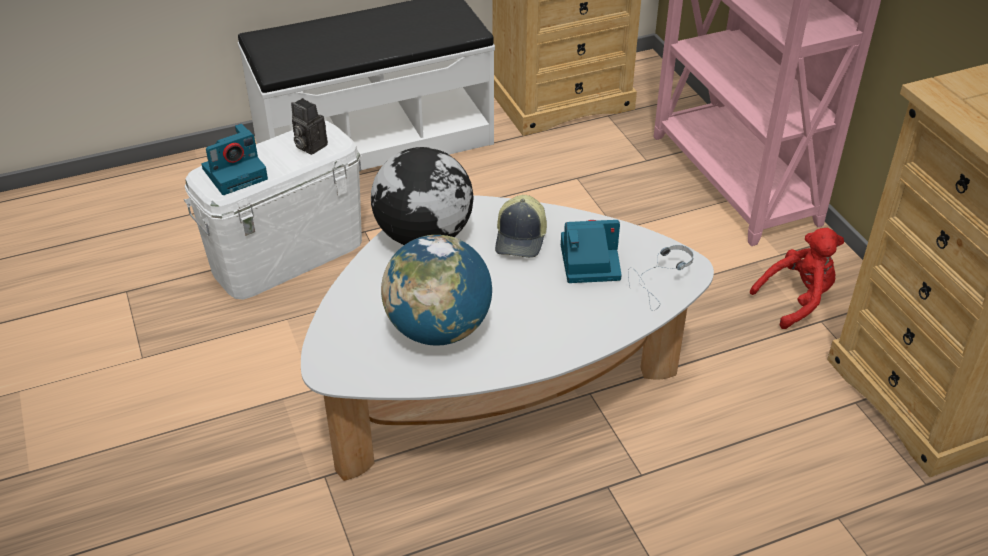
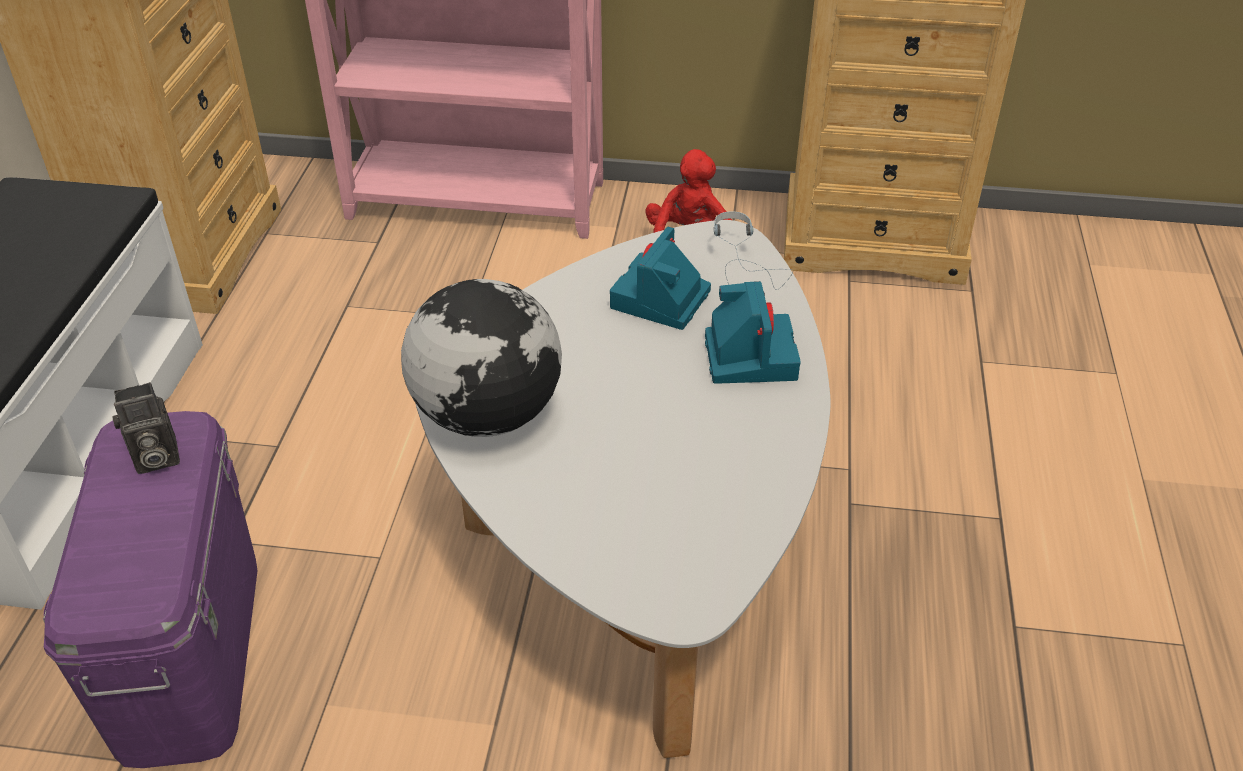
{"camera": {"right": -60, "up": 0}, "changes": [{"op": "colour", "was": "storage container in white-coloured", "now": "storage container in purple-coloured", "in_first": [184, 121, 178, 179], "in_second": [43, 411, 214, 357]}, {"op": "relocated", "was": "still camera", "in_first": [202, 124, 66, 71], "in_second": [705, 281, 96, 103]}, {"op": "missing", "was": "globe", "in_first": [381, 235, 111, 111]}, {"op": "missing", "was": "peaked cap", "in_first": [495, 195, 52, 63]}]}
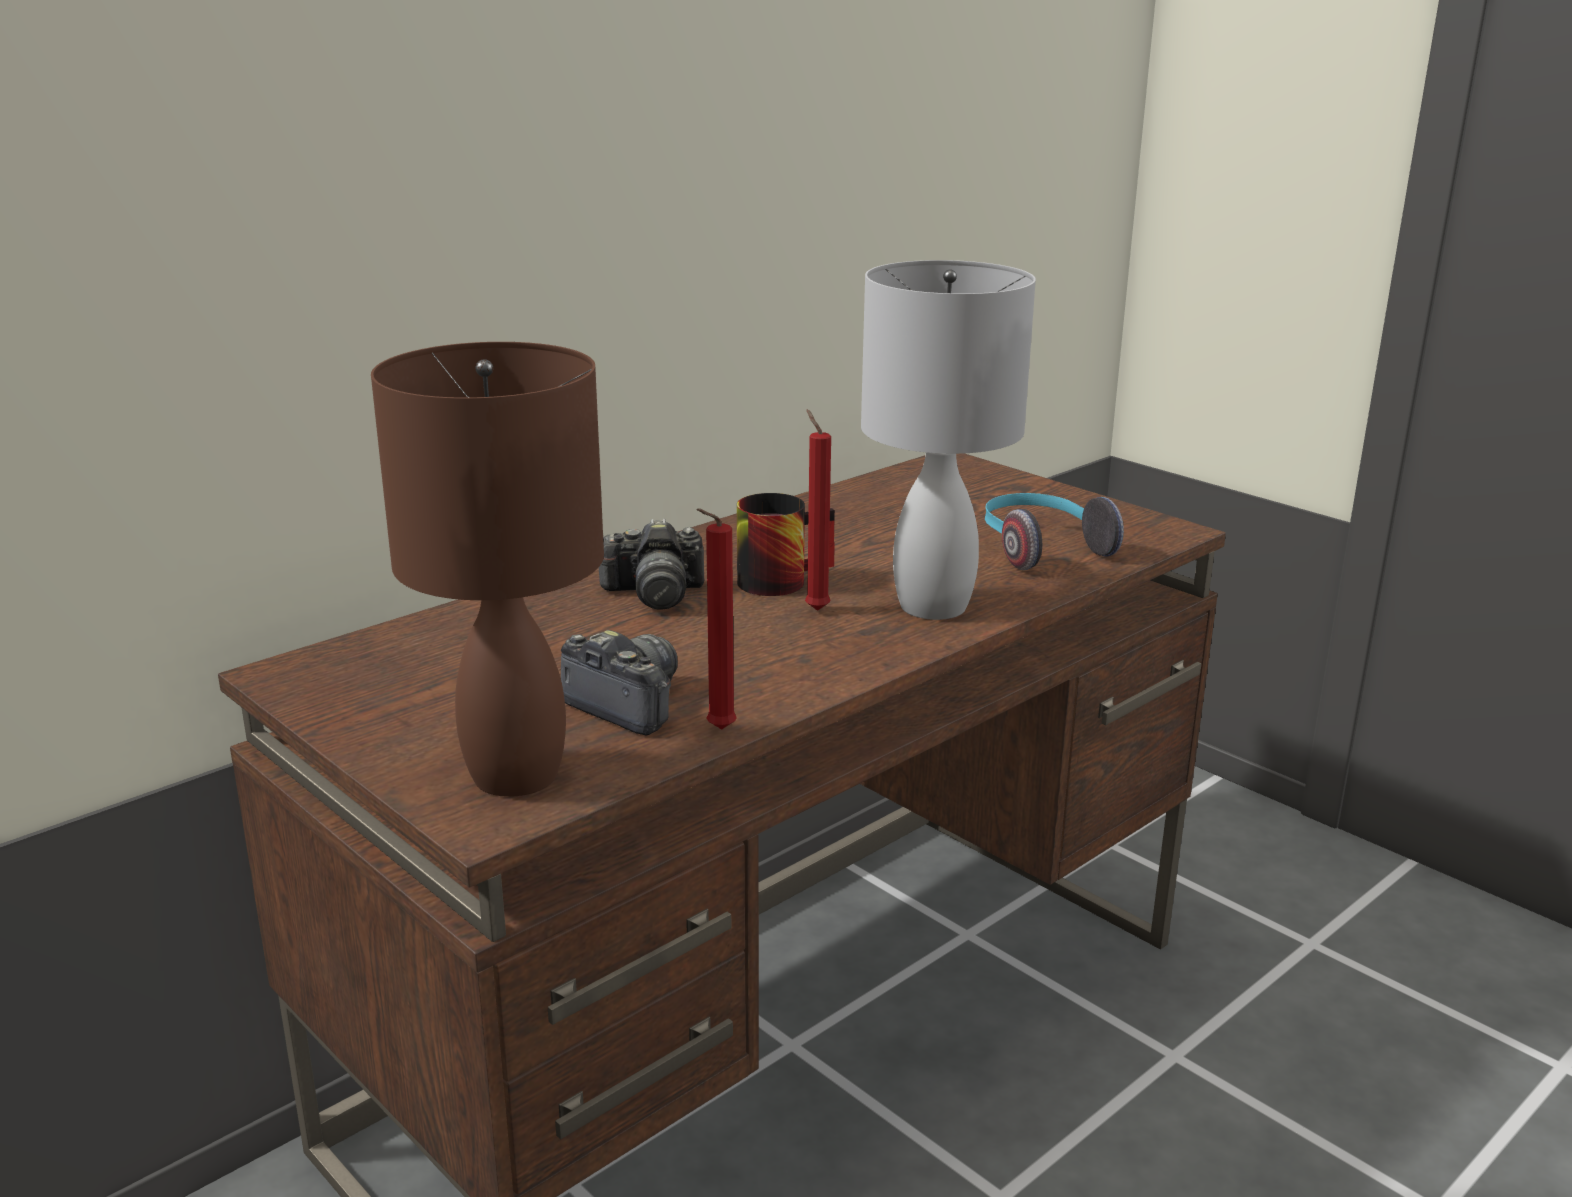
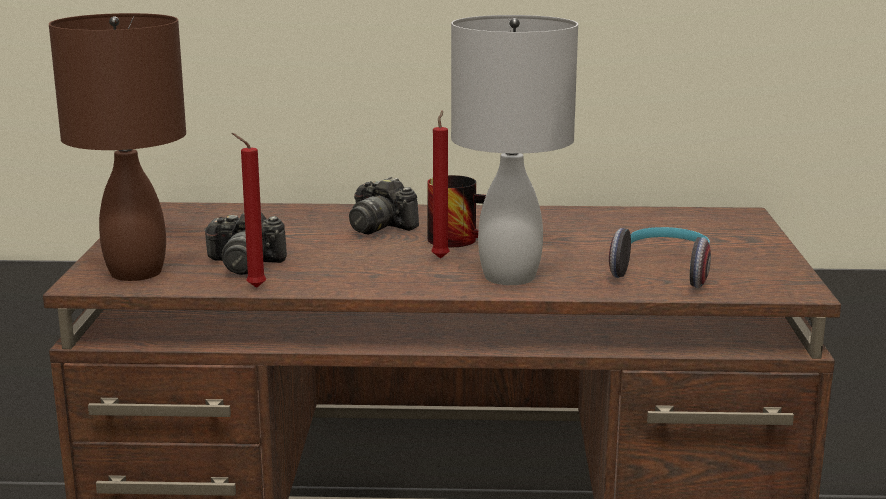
{"camera": {"right": 45, "up": -5}, "changes": [{"op": "spun", "was": "still camera", "in_first": [561, 630, 117, 106], "in_second": [204, 212, 83, 63], "clockwise": 105}]}
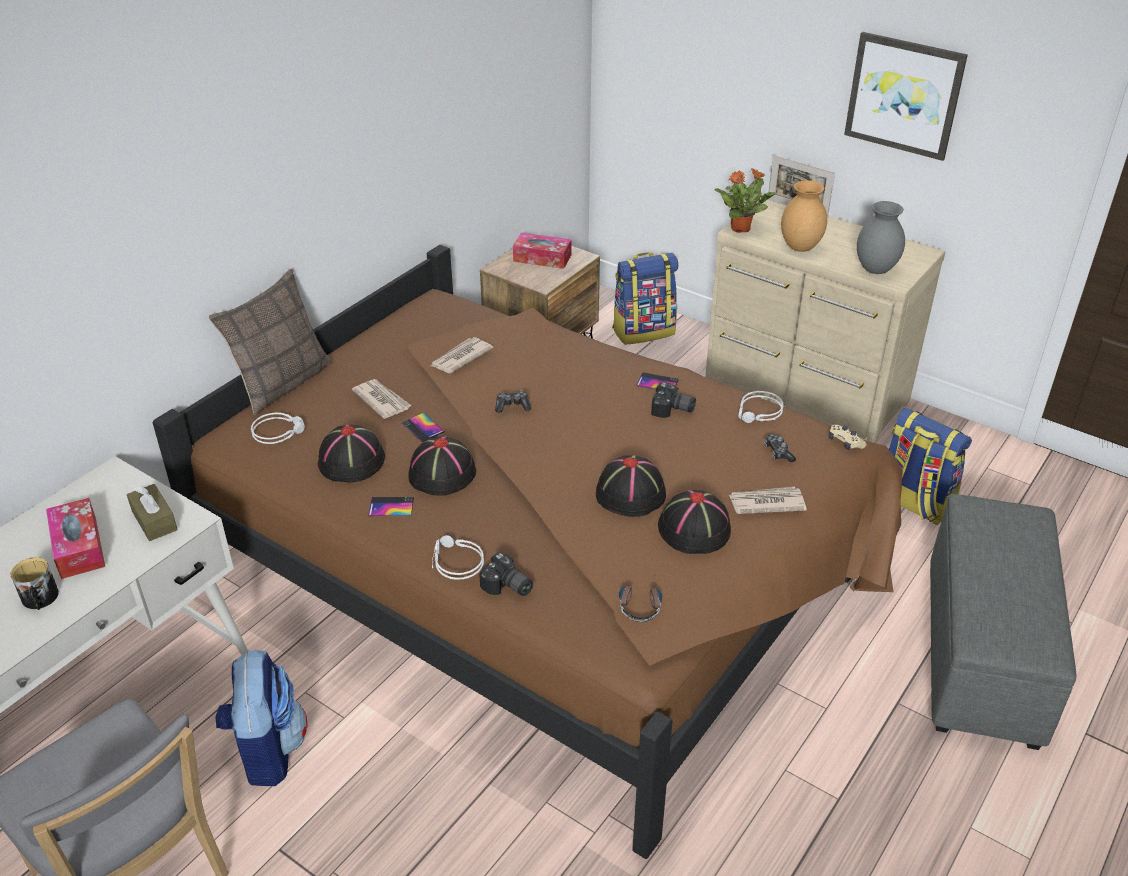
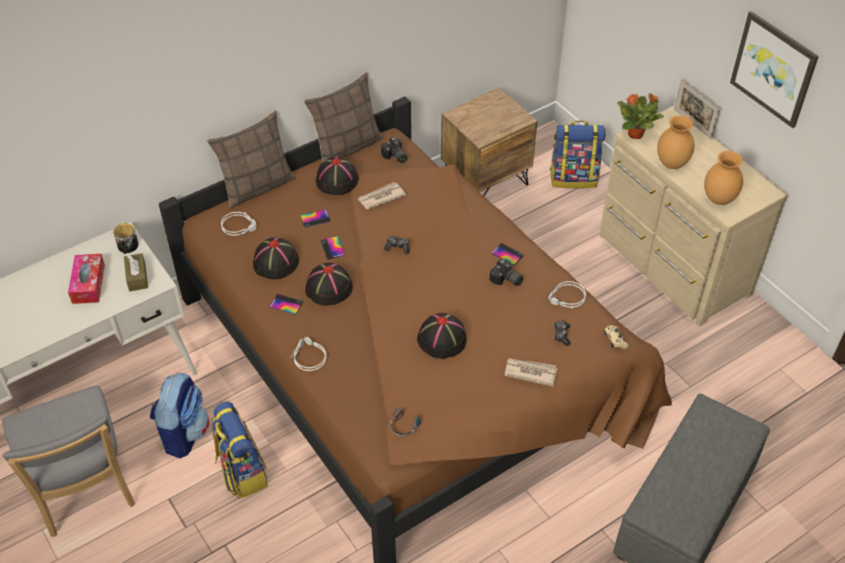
{"camera": {"right": 20, "up": 10}, "changes": [{"op": "relocated", "was": "coffee mug", "in_first": [11, 557, 48, 53], "in_second": [113, 223, 26, 31]}, {"op": "relocated", "was": "knapsack", "in_first": [889, 408, 83, 117], "in_second": [211, 402, 57, 97]}, {"op": "exchanged", "was": "printed paper", "now": "telephone", "in_first": [352, 379, 59, 40], "in_second": [300, 209, 31, 19]}, {"op": "appeared", "now": "pillow", "in_second": [304, 73, 80, 89]}, {"op": "relocated", "was": "clothing hat in blackish", "in_first": [658, 490, 73, 64], "in_second": [316, 157, 43, 38]}, {"op": "relocated", "was": "still camera", "in_first": [479, 552, 54, 44], "in_second": [381, 137, 26, 26]}, {"op": "colour", "was": "vase in greyish", "now": "vase in brown-coloured", "in_first": [857, 201, 48, 73], "in_second": [704, 151, 39, 54]}, {"op": "missing", "was": "box of tissues", "in_first": [513, 233, 58, 36]}]}
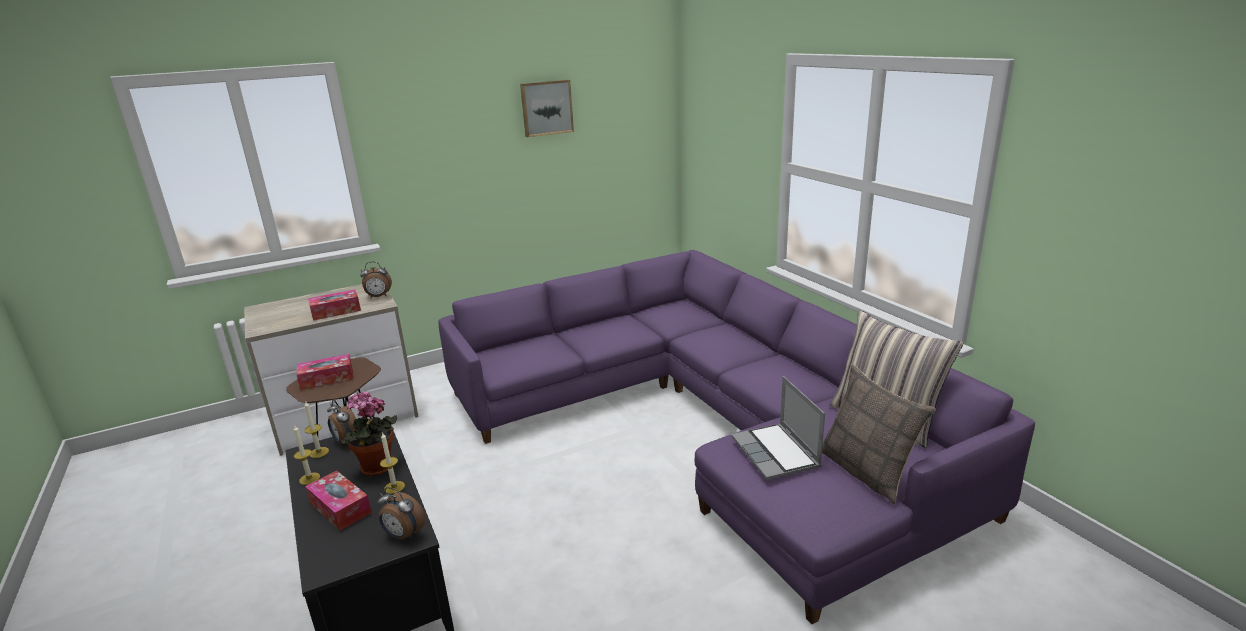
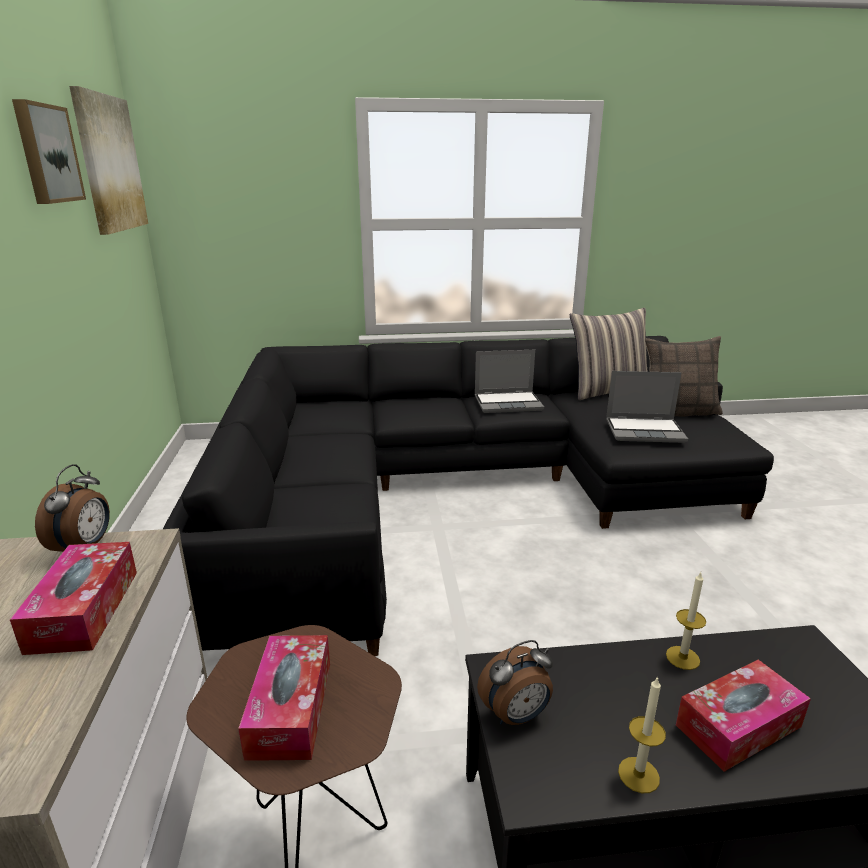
{"camera": {"right": -70, "up": 0}, "changes": [{"op": "appeared", "now": "picture", "in_second": [69, 86, 79, 149]}, {"op": "colour", "was": "sofa in purple-coloured", "now": "sofa in blackish", "in_first": [438, 250, 597, 374], "in_second": [163, 336, 611, 320]}, {"op": "appeared", "now": "notebook computer", "in_second": [475, 350, 69, 63]}, {"op": "missing", "was": "wax candle", "in_first": [304, 402, 25, 56]}, {"op": "missing", "was": "potted plant", "in_first": [339, 392, 59, 84]}, {"op": "missing", "was": "alarm clock", "in_first": [377, 487, 49, 53]}]}
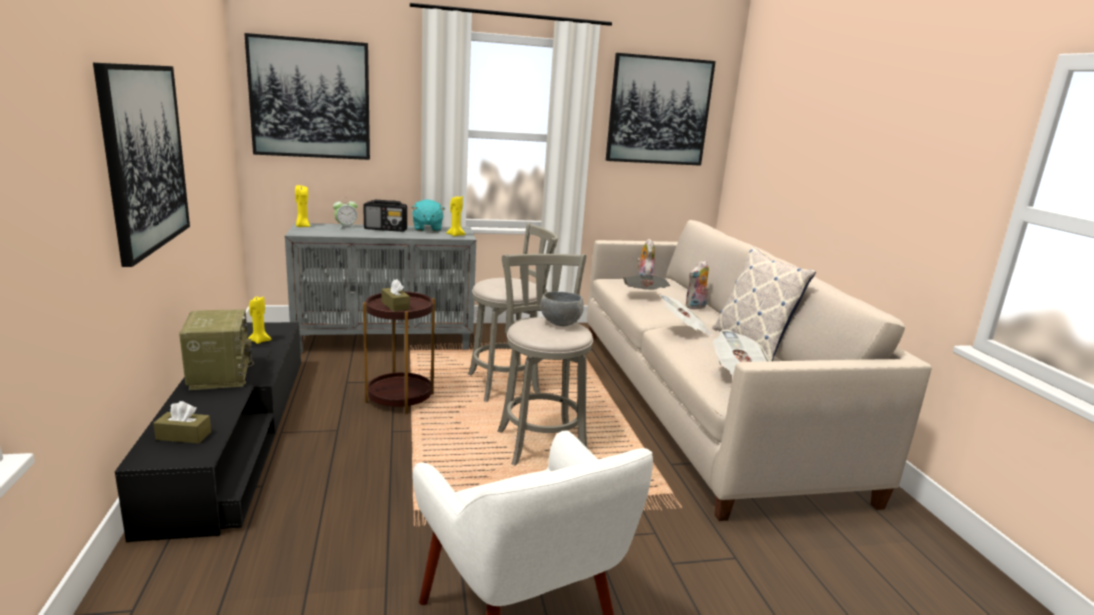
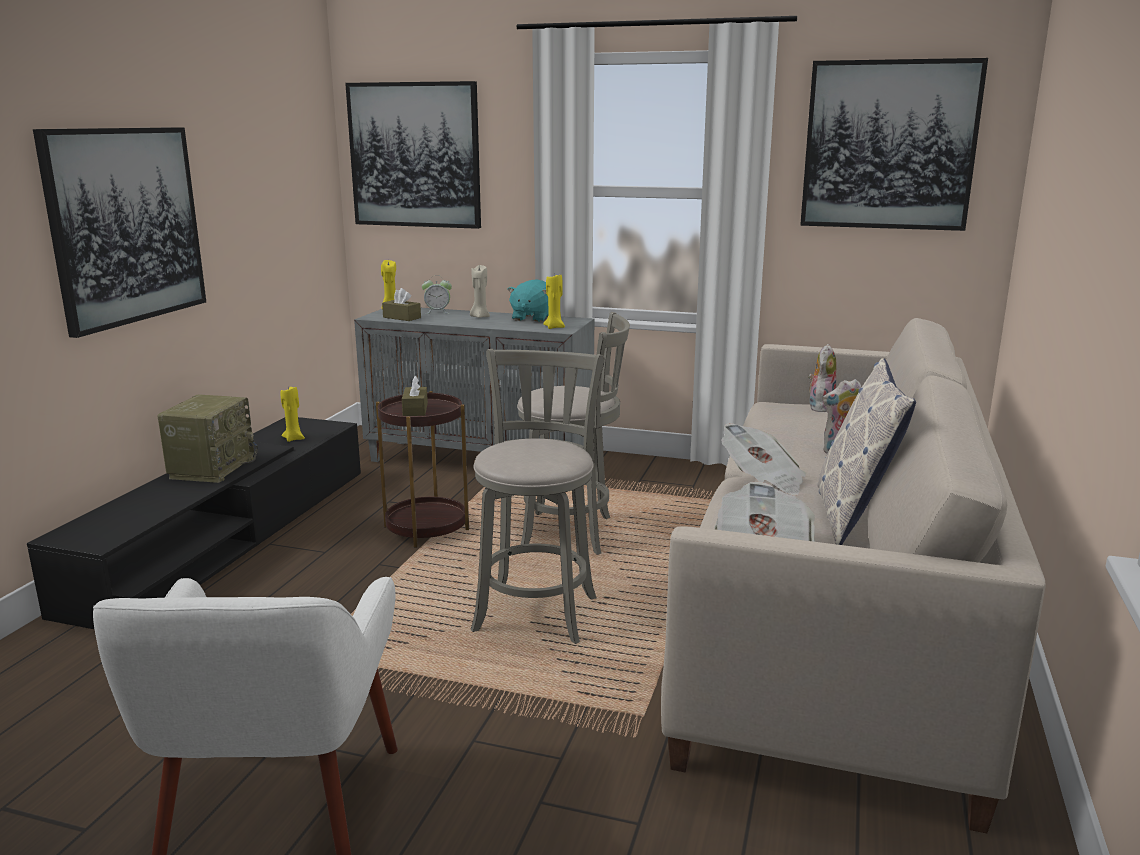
{"camera": {"right": 30, "up": 0}, "changes": [{"op": "relocated", "was": "box of tissues in brown-coloured", "in_first": [153, 401, 58, 43], "in_second": [382, 288, 39, 33]}, {"op": "exchanged", "was": "radio", "now": "wax candle in beige-coloured", "in_first": [363, 200, 44, 32], "in_second": [470, 265, 20, 53]}, {"op": "missing", "was": "bowl in greyish", "in_first": [541, 291, 43, 35]}, {"op": "missing", "was": "printed paper", "in_first": [623, 275, 47, 15]}]}
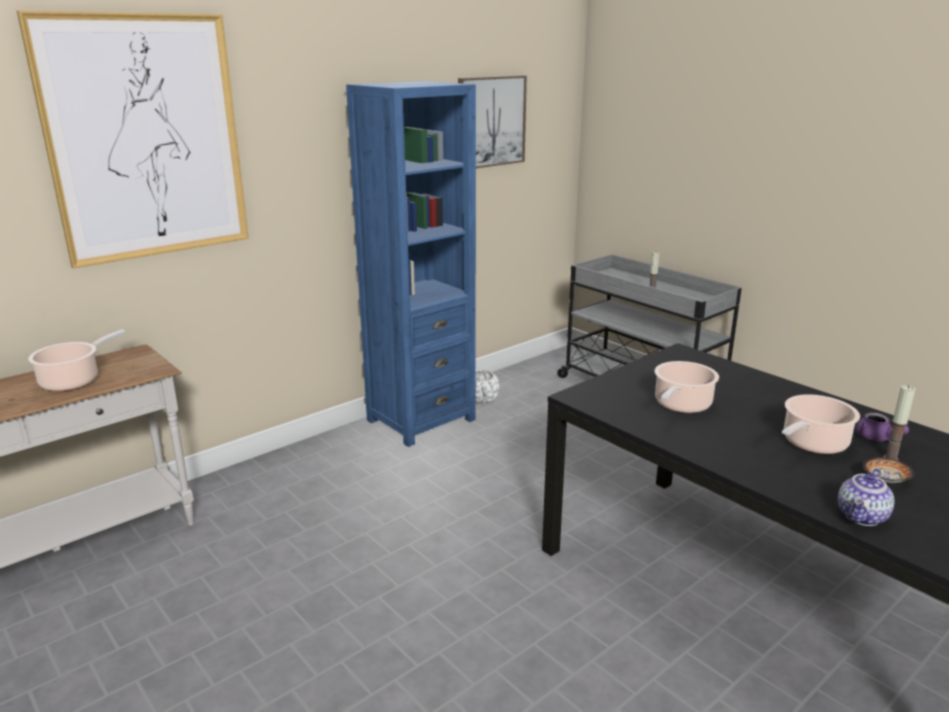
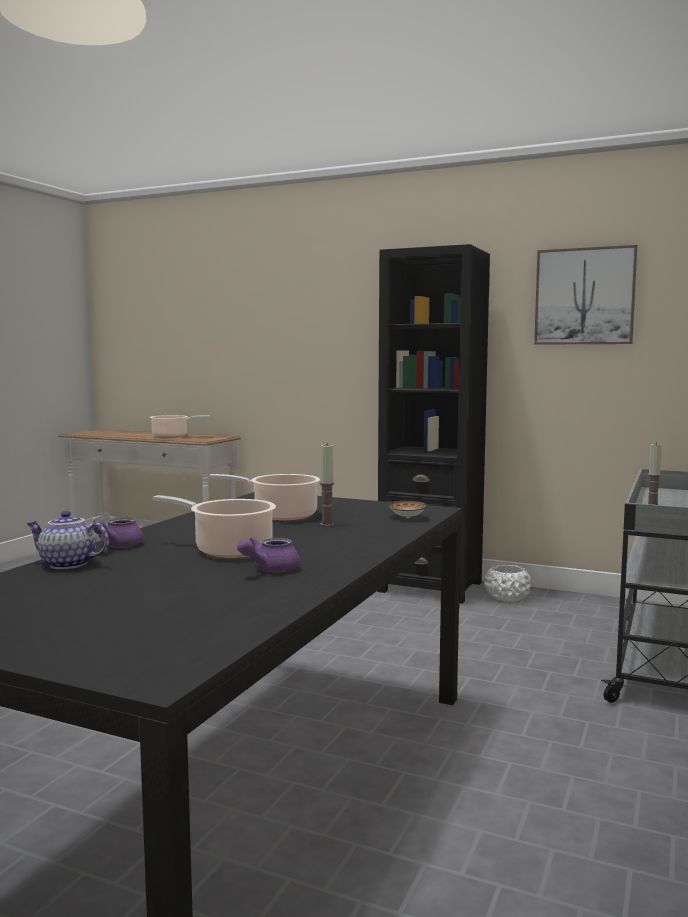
{"camera": {"right": 65, "up": -15}, "changes": [{"op": "appeared", "now": "pot for tea in purple-coloured", "in_second": [92, 518, 51, 30]}, {"op": "relocated", "was": "wax candle", "in_first": [883, 385, 33, 76], "in_second": [320, 443, 14, 83]}, {"op": "colour", "was": "bookcase in blue-coloured", "now": "bookcase in blackish", "in_first": [346, 81, 130, 366], "in_second": [377, 244, 113, 360]}, {"op": "relocated", "was": "bowl", "in_first": [863, 458, 52, 25], "in_second": [388, 501, 39, 17]}, {"op": "missing", "was": "picture", "in_first": [17, 11, 232, 258]}]}
